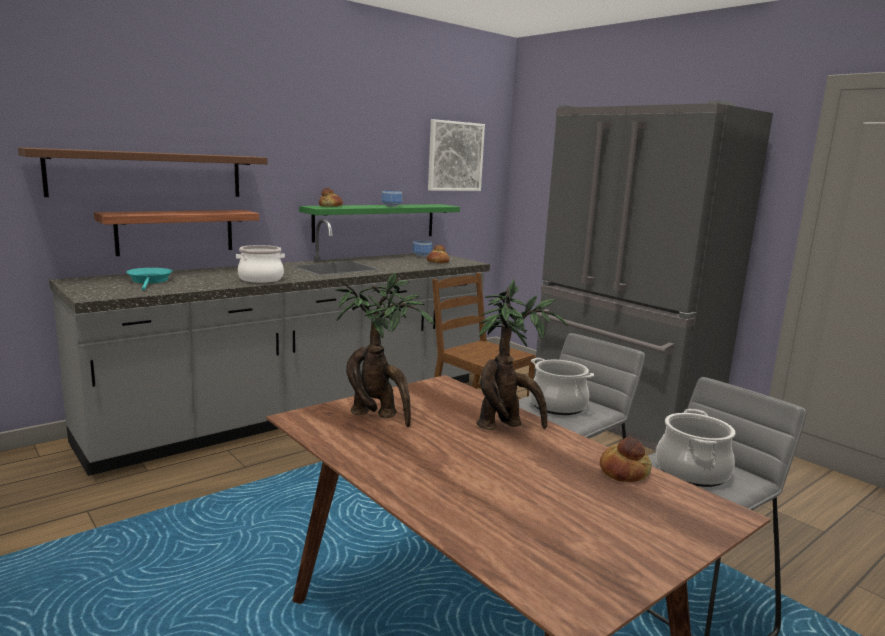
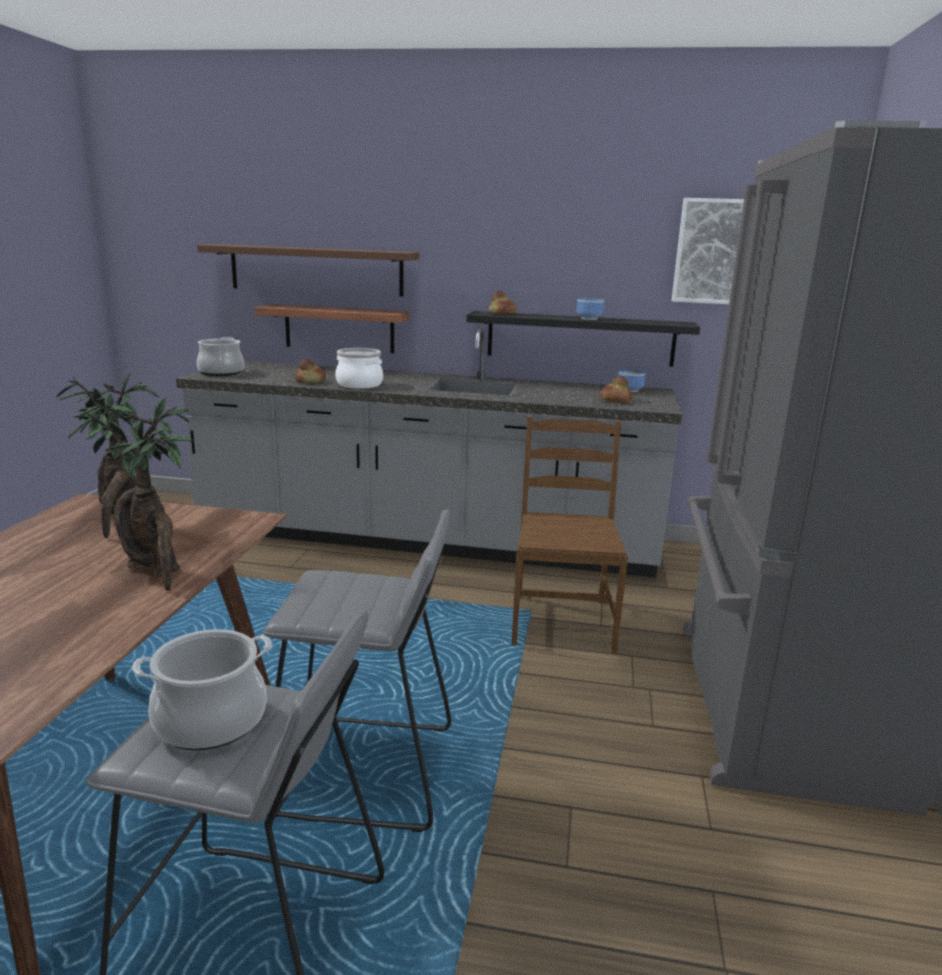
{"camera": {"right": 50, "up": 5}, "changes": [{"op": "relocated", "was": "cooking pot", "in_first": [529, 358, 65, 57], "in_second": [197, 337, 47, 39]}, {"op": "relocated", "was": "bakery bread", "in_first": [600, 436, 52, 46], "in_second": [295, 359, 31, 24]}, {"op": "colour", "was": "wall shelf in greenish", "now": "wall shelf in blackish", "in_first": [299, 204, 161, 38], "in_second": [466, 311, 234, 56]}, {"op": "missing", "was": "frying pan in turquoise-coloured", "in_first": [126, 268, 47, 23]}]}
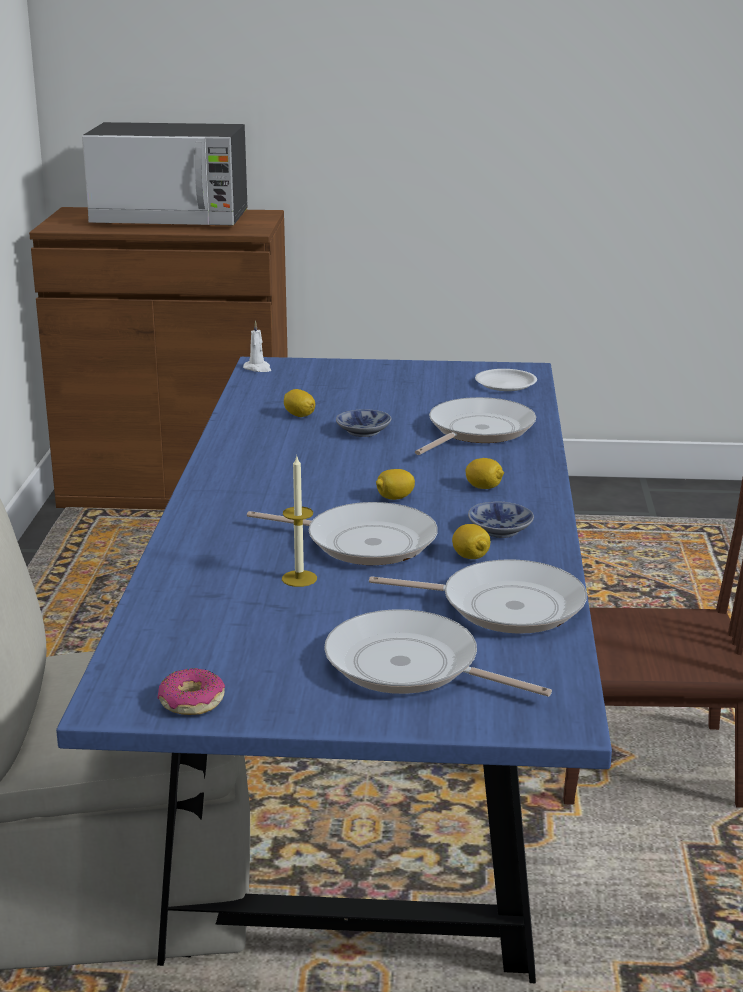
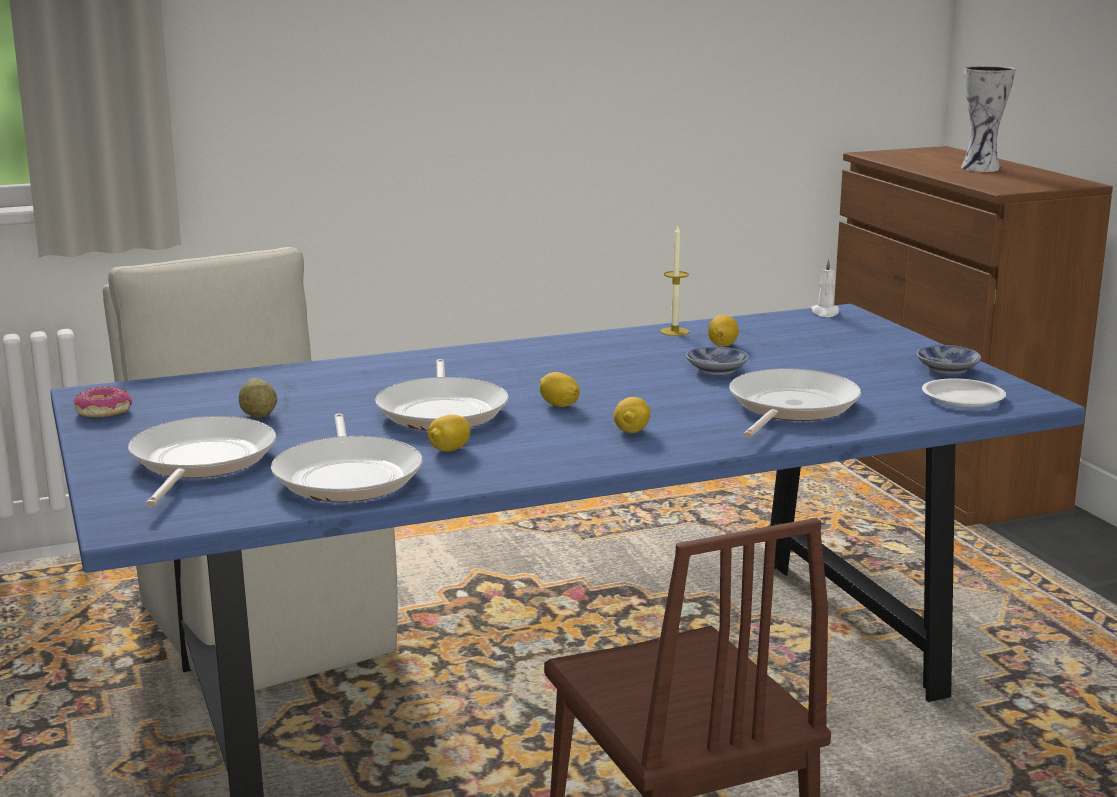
{"camera": {"right": 65, "up": -5}, "changes": [{"op": "appeared", "now": "spud", "in_second": [239, 378, 38, 40]}, {"op": "relocated", "was": "wax candle", "in_first": [282, 457, 35, 130], "in_second": [660, 224, 29, 112]}, {"op": "spun", "was": "frying pan", "in_first": [415, 397, 121, 58], "in_second": [729, 368, 132, 70], "clockwise": -75}, {"op": "relocated", "was": "bowl", "in_first": [468, 501, 66, 37], "in_second": [917, 345, 64, 30]}, {"op": "exchanged", "was": "microwave oven", "now": "vase", "in_first": [82, 122, 166, 103], "in_second": [961, 66, 54, 106]}]}
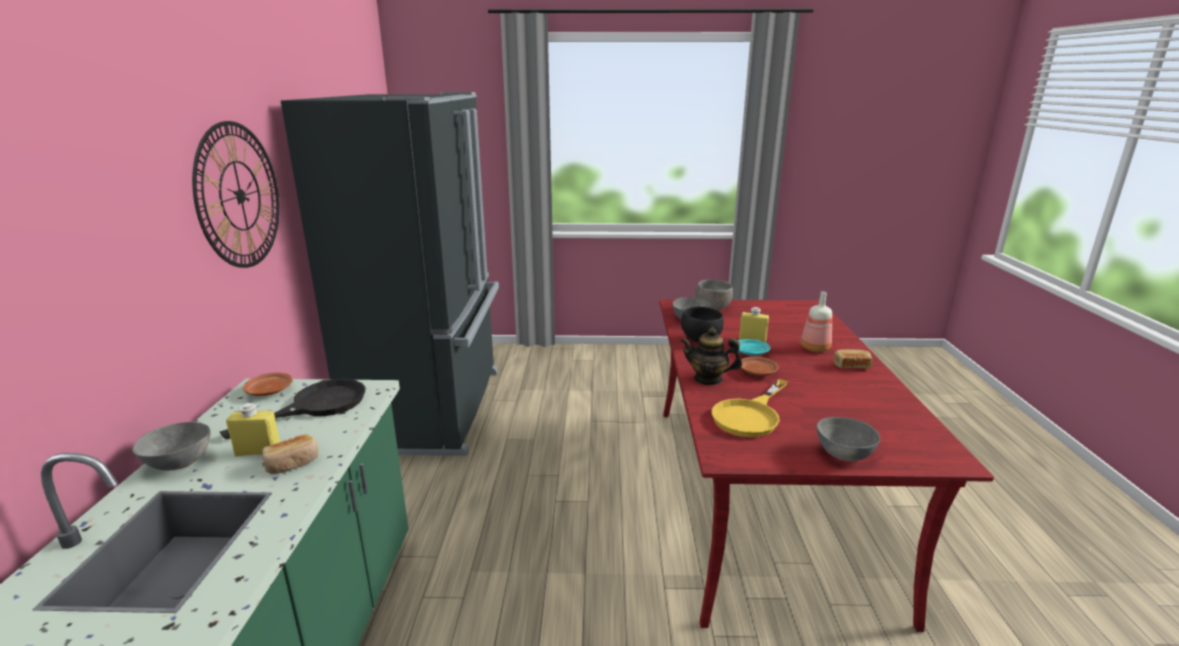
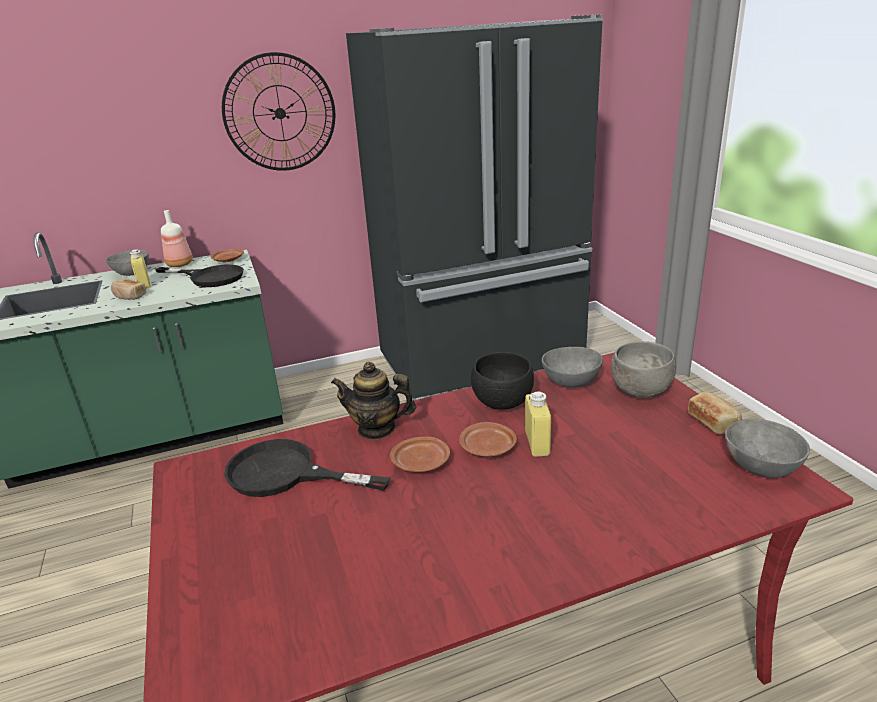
{"camera": {"right": 70, "up": 5}, "changes": [{"op": "relocated", "was": "bottle", "in_first": [801, 292, 31, 60], "in_second": [161, 210, 32, 57]}, {"op": "colour", "was": "frying pan in yellow", "now": "frying pan in blackish", "in_first": [712, 379, 75, 59], "in_second": [224, 439, 166, 58]}, {"op": "spun", "was": "pot for tea", "in_first": [681, 327, 61, 58], "in_second": [331, 362, 85, 78], "clockwise": -75}, {"op": "colour", "was": "plate in turquoise-coloured", "now": "plate in brown-coloured", "in_first": [738, 339, 32, 17], "in_second": [459, 422, 58, 35]}, {"op": "relocated", "was": "bakery bread", "in_first": [834, 349, 38, 20], "in_second": [688, 392, 54, 42]}, {"op": "relocated", "was": "bowl in greyish", "in_first": [817, 417, 63, 44], "in_second": [725, 419, 85, 59]}]}
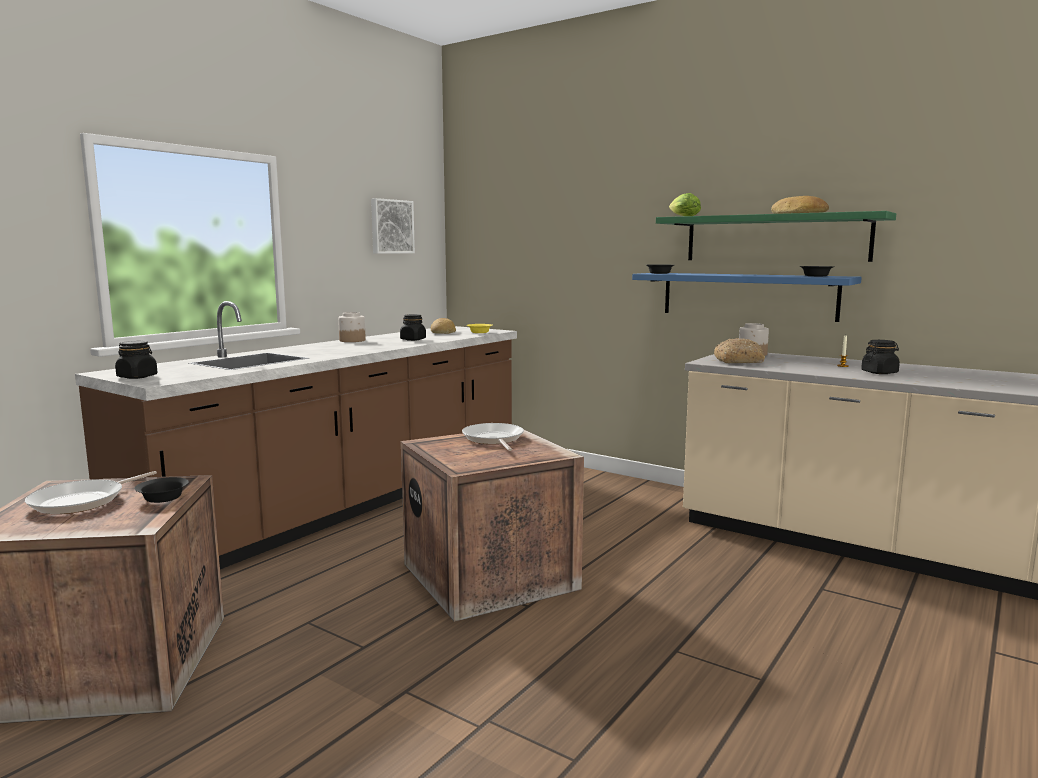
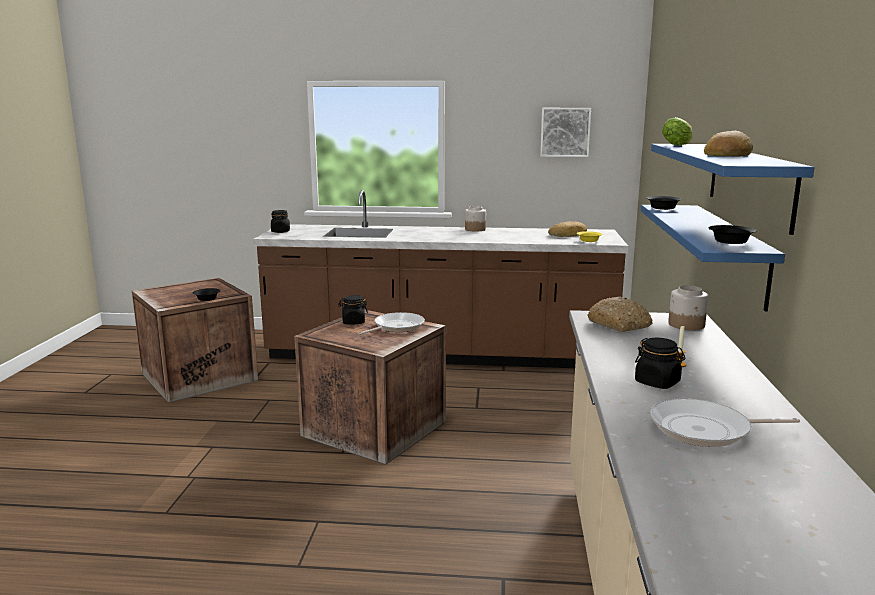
{"camera": {"right": 60, "up": 5}, "changes": [{"op": "relocated", "was": "storage jar in blackish", "in_first": [400, 314, 26, 27], "in_second": [338, 295, 30, 29]}, {"op": "relocated", "was": "frying pan", "in_first": [25, 471, 132, 43], "in_second": [650, 398, 150, 49]}, {"op": "colour", "was": "wall shelf in greenish", "now": "wall shelf in blue-coloured", "in_first": [656, 211, 240, 51], "in_second": [651, 144, 163, 91]}]}
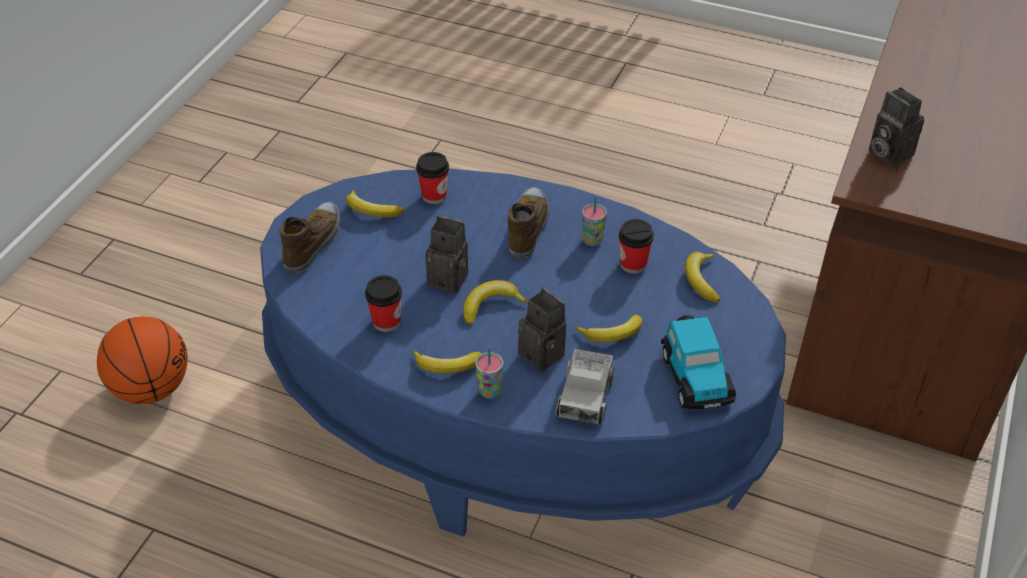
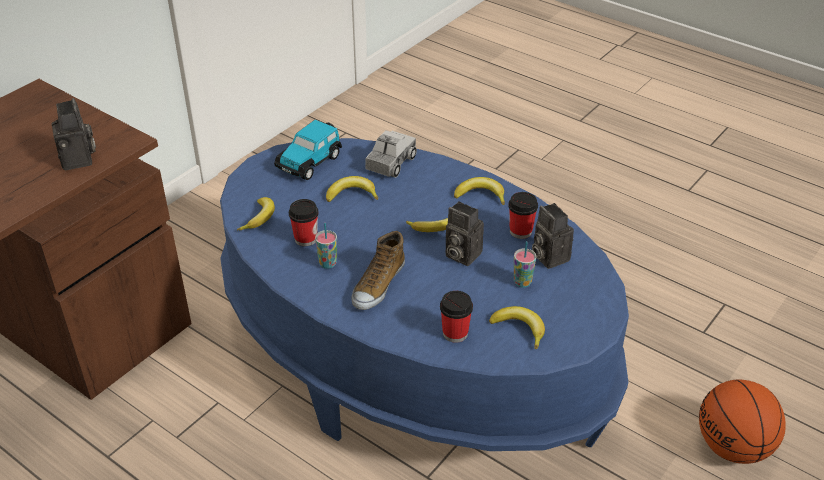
{"camera": {"right": -165, "up": -5}, "changes": [{"op": "spun", "was": "model car", "in_first": [661, 315, 75, 94], "in_second": [274, 120, 68, 60], "clockwise": -150}, {"op": "relocated", "was": "cup", "in_first": [476, 347, 27, 52], "in_second": [514, 241, 23, 47]}, {"op": "relocated", "was": "still camera", "in_first": [518, 288, 48, 84], "in_second": [532, 203, 42, 66]}, {"op": "missing", "was": "shoe", "in_first": [280, 202, 60, 72]}]}
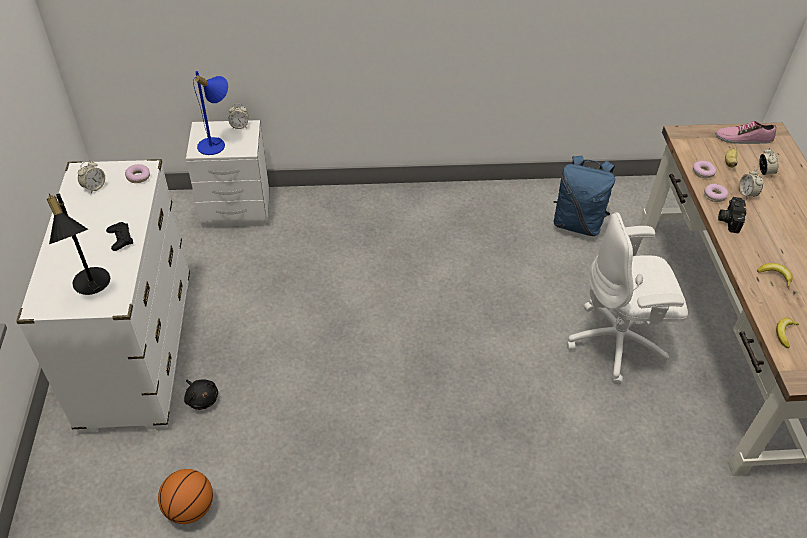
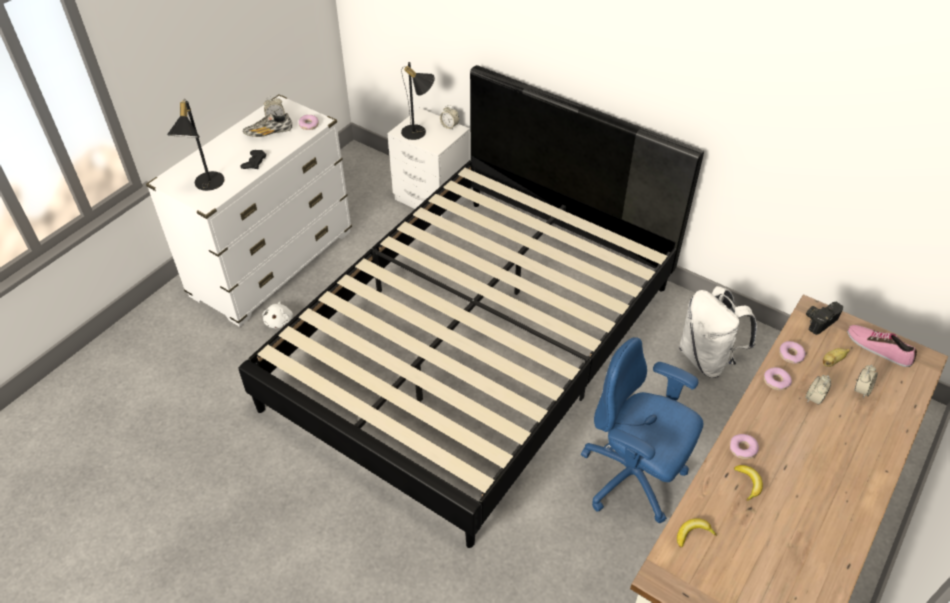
{"camera": {"right": 40, "up": 0}, "changes": [{"op": "appeared", "now": "bed in blackish", "in_second": [238, 65, 466, 483]}, {"op": "appeared", "now": "shoe", "in_second": [243, 113, 49, 24]}, {"op": "colour", "was": "soft toy in blackish", "now": "soft toy in white-coloured", "in_first": [184, 379, 34, 31], "in_second": [262, 301, 31, 27]}, {"op": "colour", "was": "table lamp in blue-coloured", "now": "table lamp in blackish", "in_first": [193, 71, 35, 84], "in_second": [401, 62, 34, 78]}, {"op": "colour", "was": "office chair in white-coloured", "now": "office chair in blue-coloured", "in_first": [567, 213, 121, 171], "in_second": [581, 337, 122, 186]}, {"op": "colour", "was": "knapsack in blue-coloured", "now": "knapsack in white-coloured", "in_first": [554, 155, 61, 81], "in_second": [679, 286, 78, 92]}, {"op": "appeared", "now": "ring doughnut", "in_second": [730, 434, 29, 25]}, {"op": "relocated", "was": "still camera", "in_first": [718, 197, 28, 37], "in_second": [806, 302, 37, 33]}, {"op": "missing", "was": "ball for basketball", "in_first": [158, 469, 55, 55]}]}
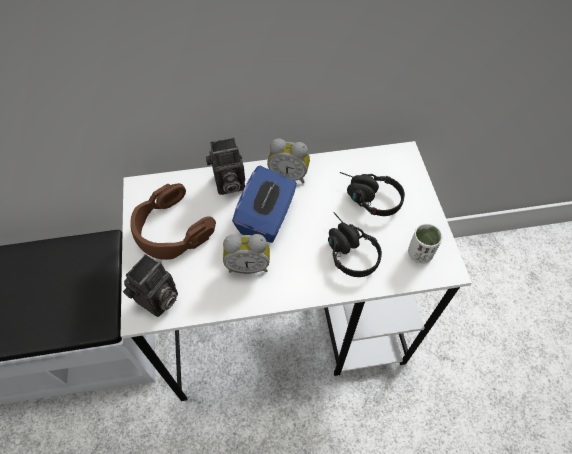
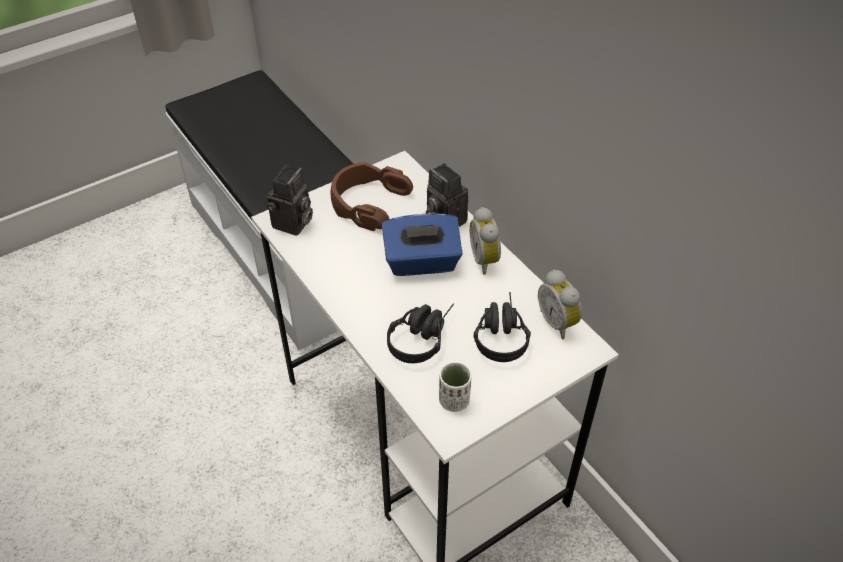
{"camera": {"right": 65, "up": -10}, "changes": [{"op": "spun", "was": "still camera", "in_first": [123, 254, 55, 63], "in_second": [267, 165, 46, 71], "clockwise": -75}, {"op": "relocated", "was": "alarm clock", "in_first": [223, 234, 47, 40], "in_second": [538, 270, 44, 69]}]}
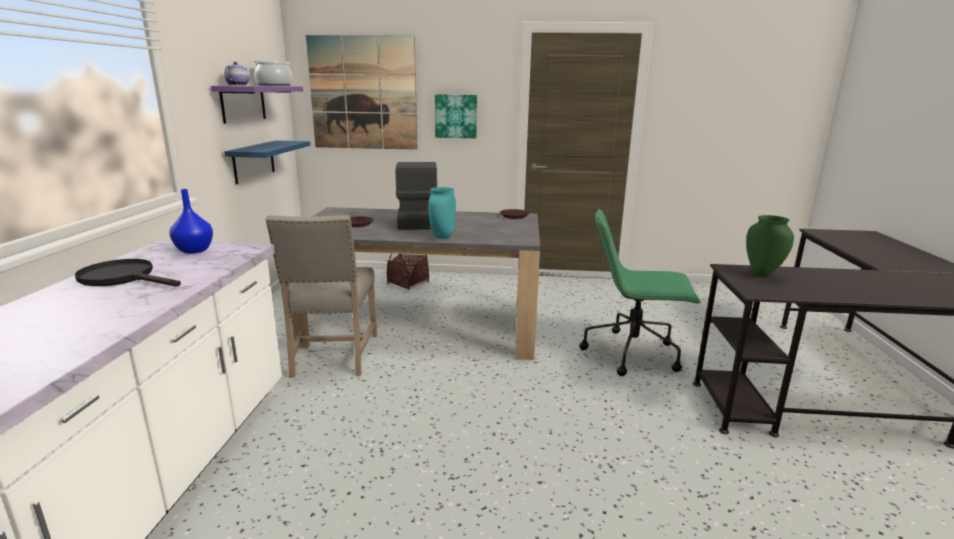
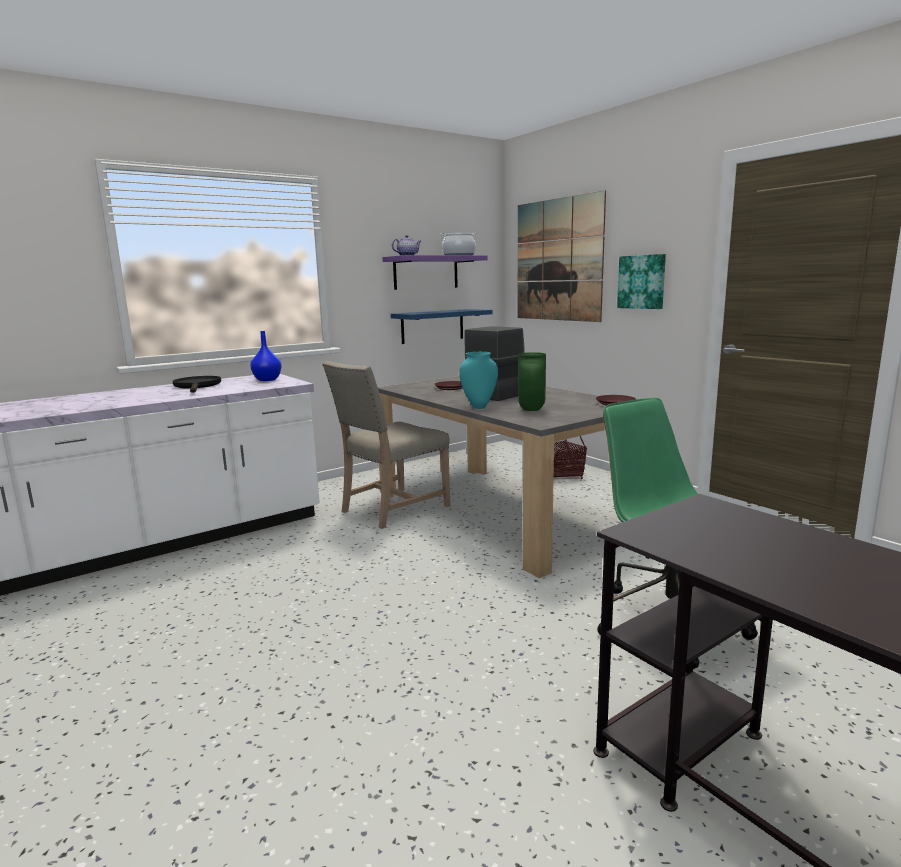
{"camera": {"right": 50, "up": -5}, "changes": [{"op": "relocated", "was": "vase in greenish", "in_first": [746, 215, 48, 63], "in_second": [518, 352, 28, 59]}]}
